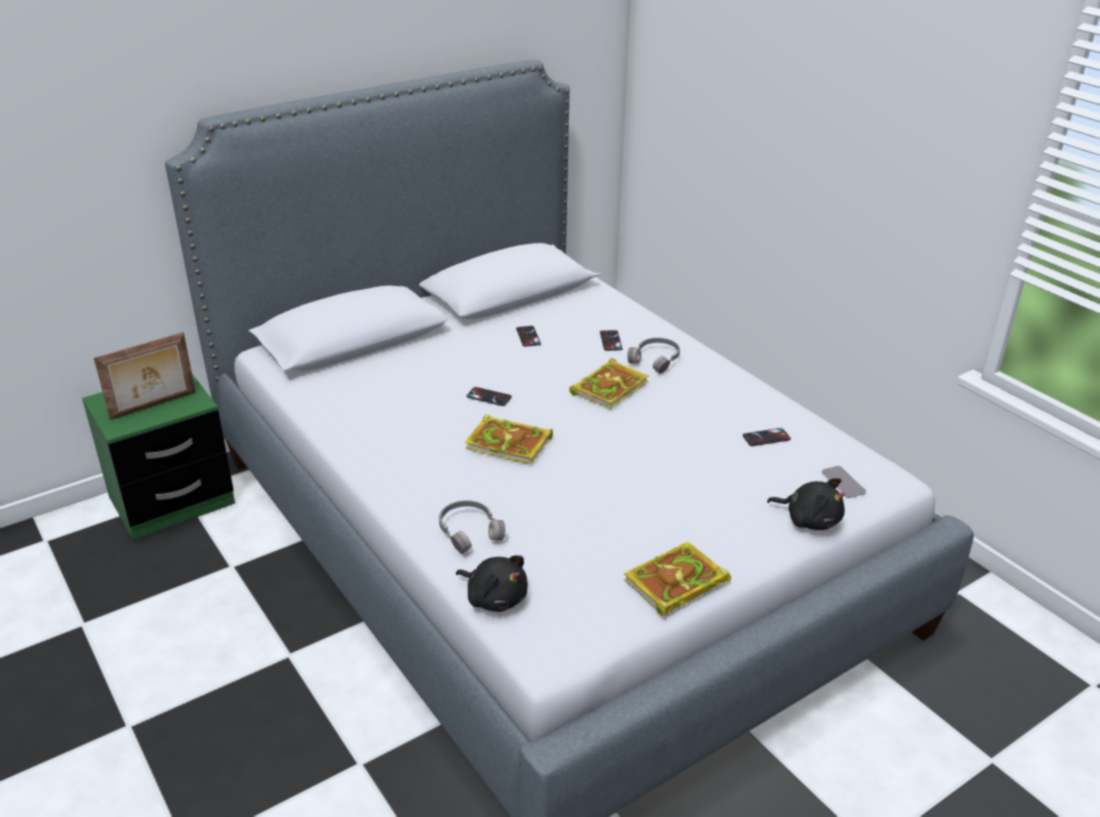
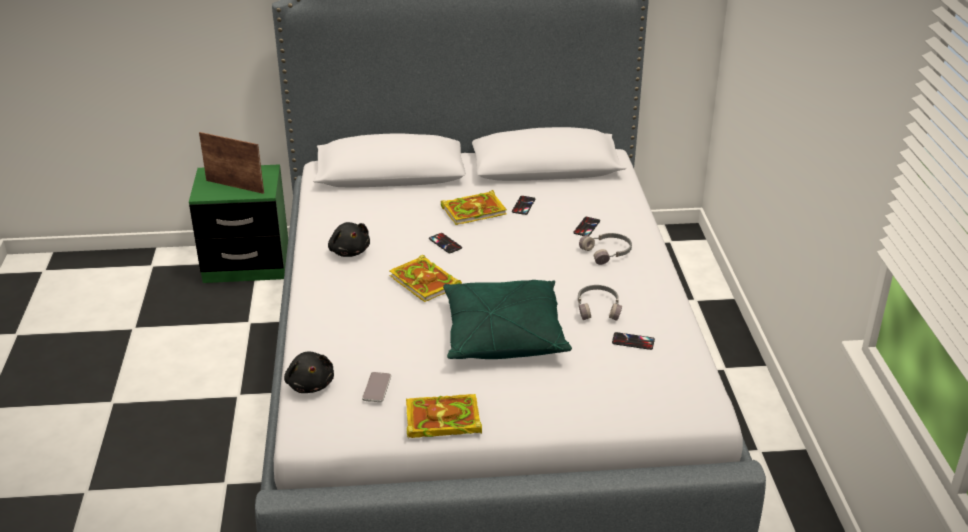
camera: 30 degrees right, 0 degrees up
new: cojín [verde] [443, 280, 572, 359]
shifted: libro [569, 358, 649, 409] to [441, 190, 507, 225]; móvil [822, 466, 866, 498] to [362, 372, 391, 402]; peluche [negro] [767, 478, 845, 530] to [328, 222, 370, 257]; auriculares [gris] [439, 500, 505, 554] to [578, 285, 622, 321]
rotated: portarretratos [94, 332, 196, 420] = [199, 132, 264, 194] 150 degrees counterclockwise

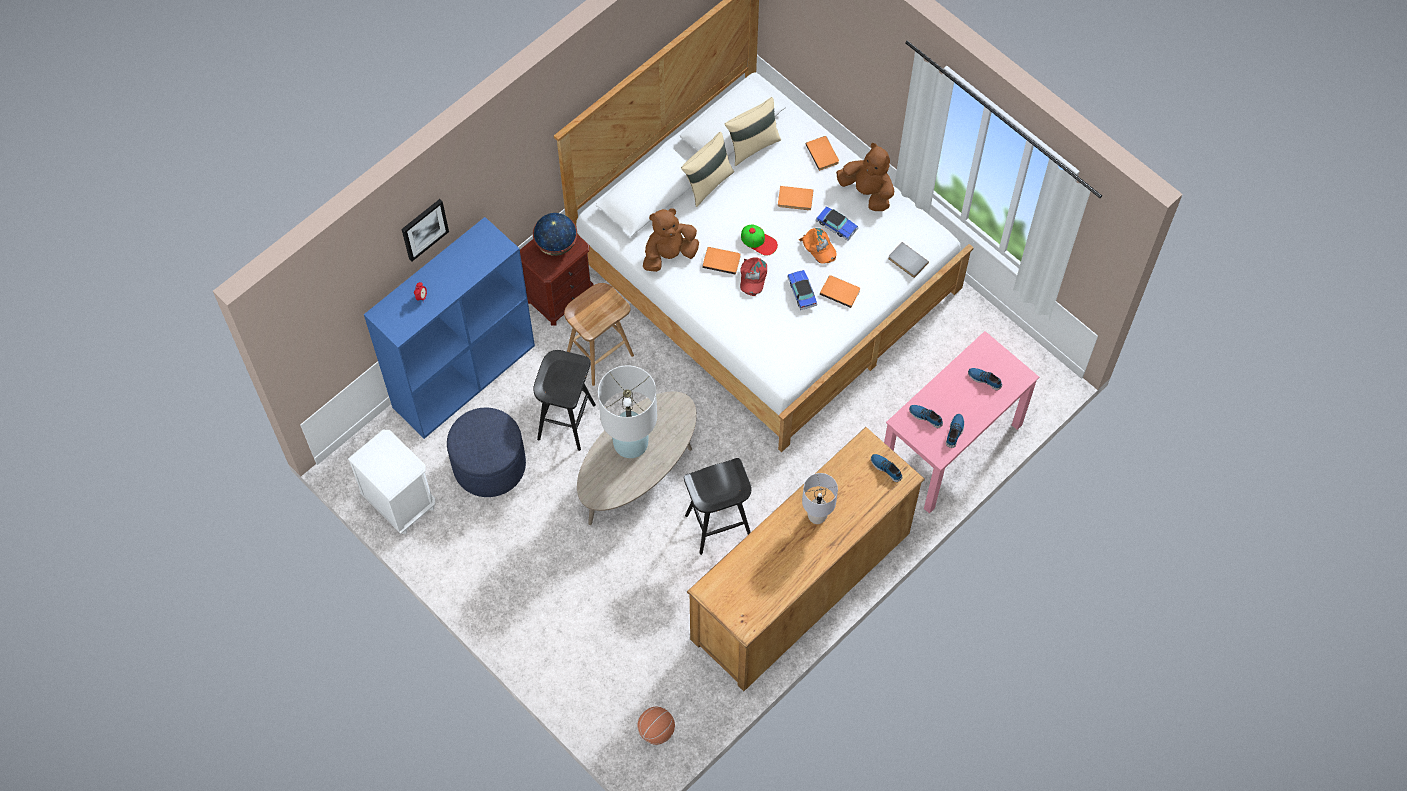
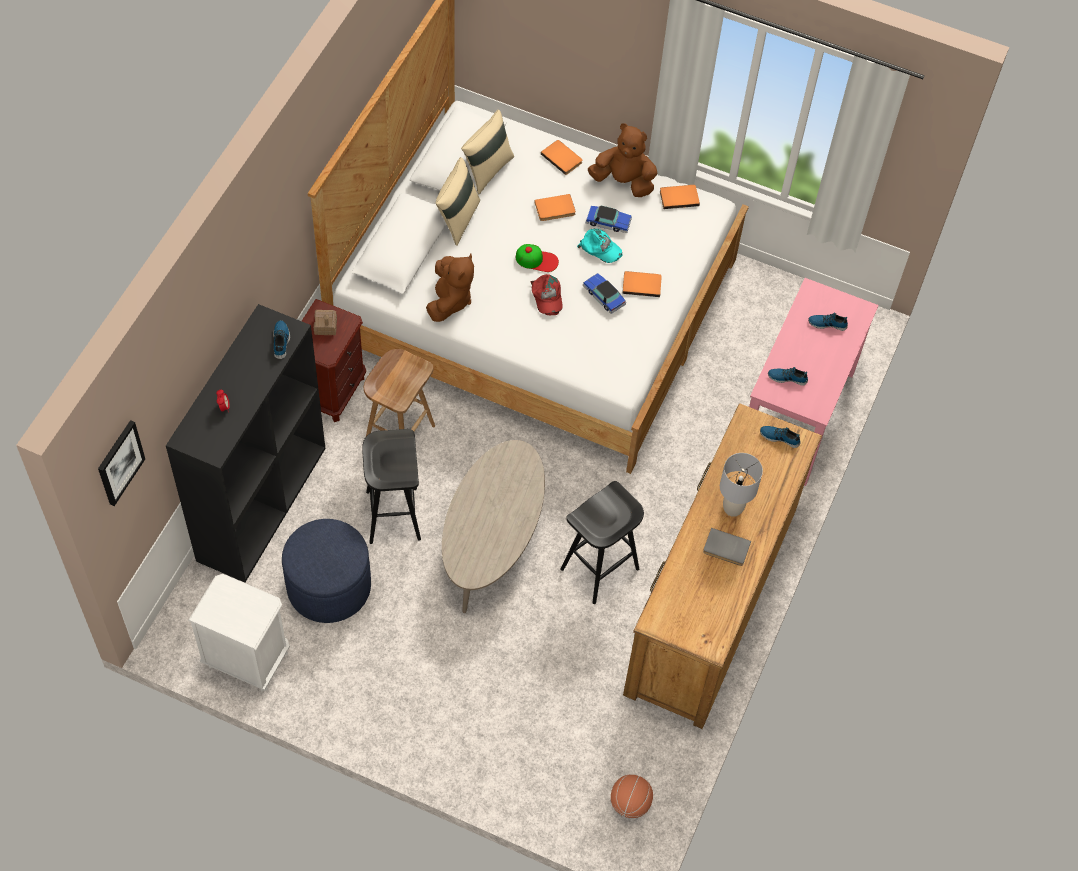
camera: 25 degrees left, 5 degrees down
gone: lámpara de mesa [blanco] [598, 365, 657, 458]
shifted: cuadro [402, 199, 449, 261] to [98, 420, 145, 506]; libro [gris] [888, 242, 929, 278] to [703, 528, 751, 566]; libro [naranja] [702, 247, 741, 275] to [660, 185, 700, 209]; zapato [946, 414, 964, 448] to [273, 320, 290, 359]
swapped: globo terráqueo [533, 213, 577, 256] to casita [314, 310, 337, 335]
repainted: estantería [azul] [364, 217, 535, 439] to estantería [negro] [166, 304, 326, 582]; gorra [naranja] [799, 228, 837, 263] to gorra [turquesa] [577, 228, 622, 263]
rotated: peluche [marrón] [643, 208, 699, 272] = [426, 254, 474, 322] 150 degrees clockwise

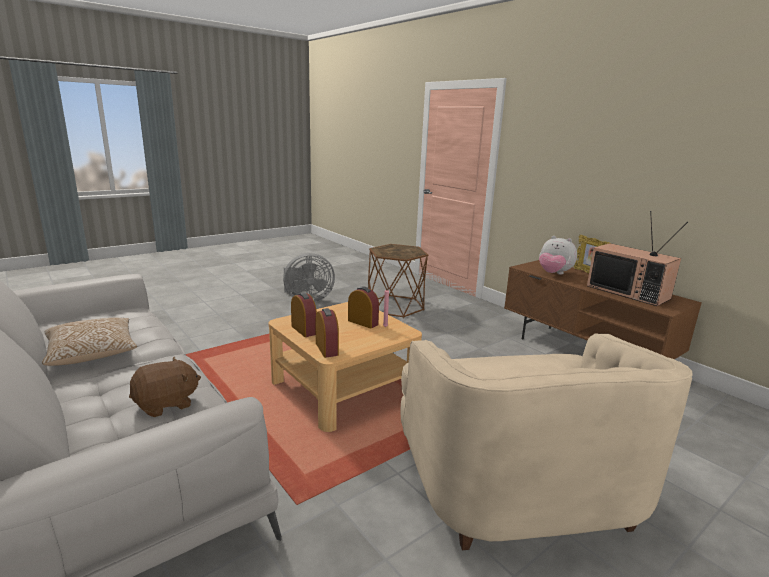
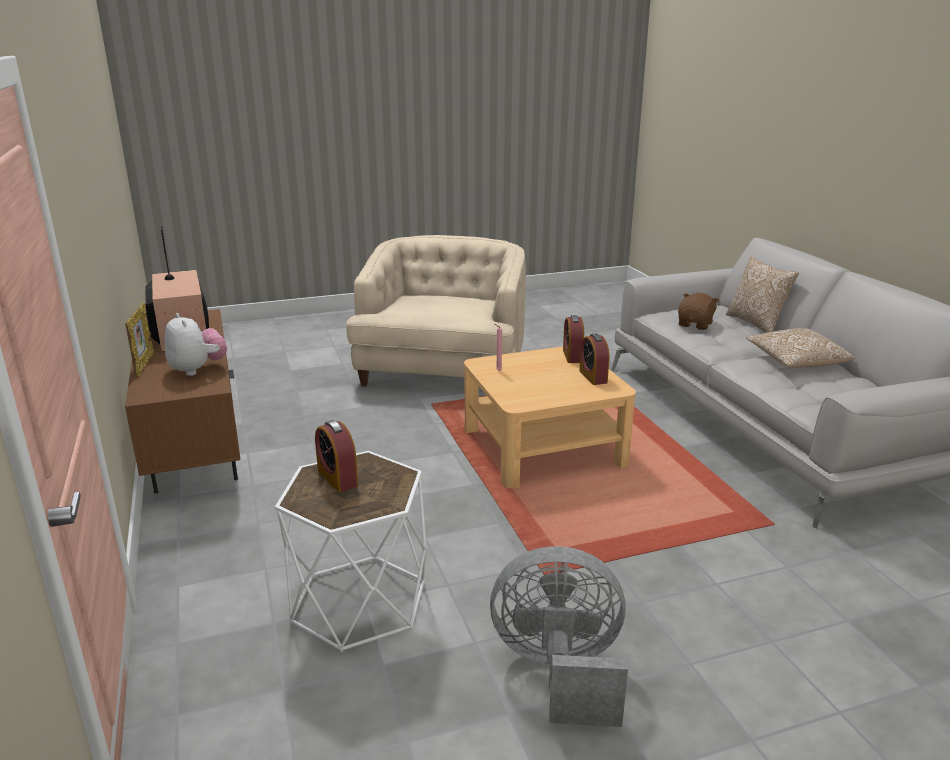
camera: 160 degrees left, 5 degrees up
new: cojín [726, 256, 799, 333]
shifted: despertador [348, 286, 379, 329] to [315, 420, 358, 492]
repainted: mesa auxiliar [marrón] [368, 244, 428, 318] to mesa auxiliar [blanco] [275, 451, 427, 652]
rotated: peluche [marrón] [129, 357, 201, 417] = [678, 293, 719, 330] 135 degrees clockwise

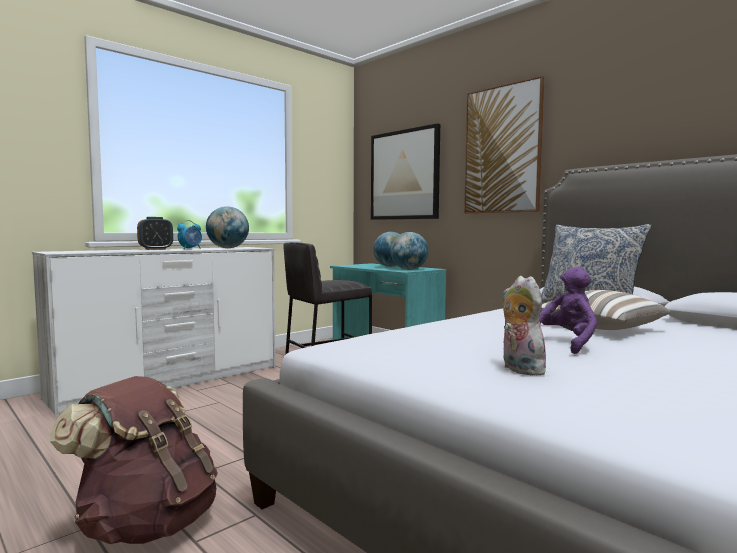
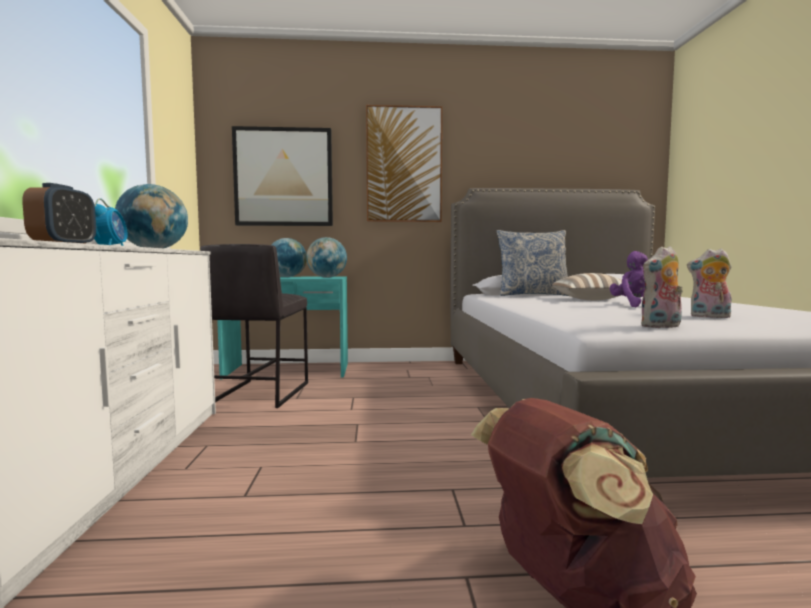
camera: 50 degrees left, 0 degrees up
new: peluche [641, 246, 683, 328]

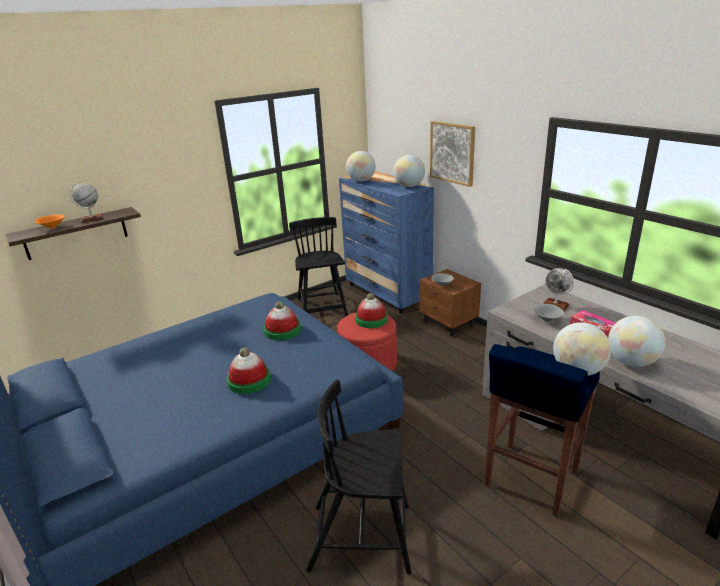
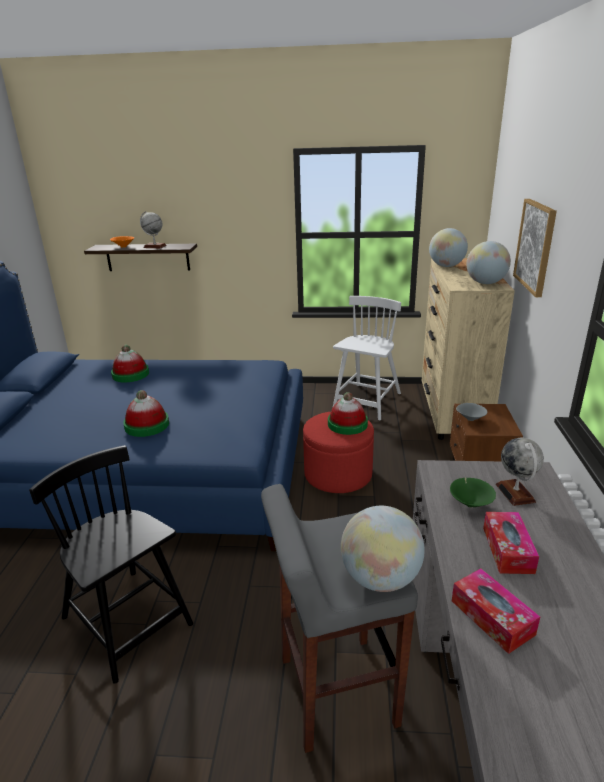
camera: 40 degrees right, 0 degrees up
shifted: sombrero [264, 301, 301, 340] to [111, 345, 149, 382]
swapped: globo terráqueo [608, 316, 665, 367] to caja de pañuelos [452, 568, 540, 654]
repainted: cómoda [azul] [339, 171, 434, 313] to cómoda [beis] [422, 258, 515, 440]; silla [negro] [289, 217, 348, 316] to silla [blanco] [333, 296, 401, 420]; cuenco [gris] [533, 304, 564, 322] to cuenco [verde] [450, 478, 496, 508]; taburete [azul] [484, 344, 600, 517] to taburete [gris] [261, 484, 418, 753]

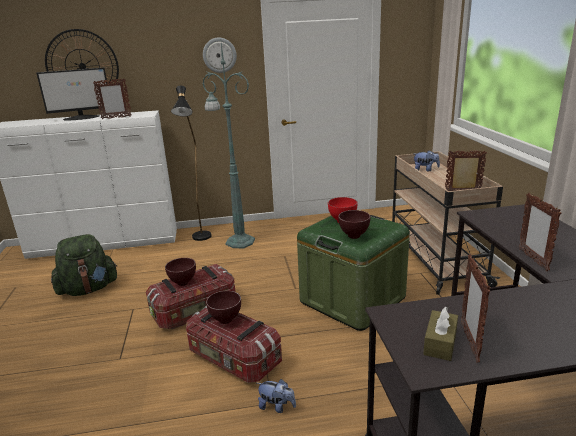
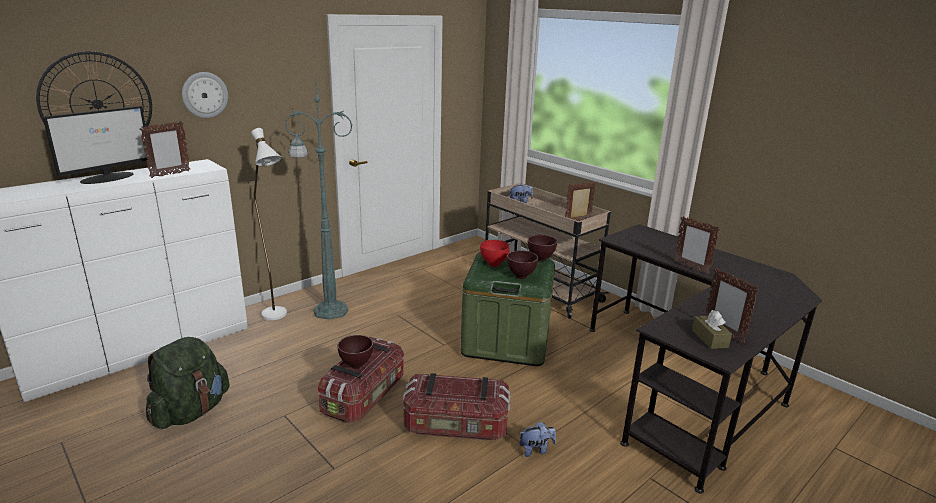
camera: 35 degrees left, 0 degrees up
shifted: reloj de pared [203, 38, 237, 73] to [182, 72, 228, 118]; cuenco [marrón] [206, 291, 241, 324] to [528, 235, 557, 261]
repainted: lámpara de pie [negro] [171, 86, 212, 241] to lámpara de pie [blanco] [251, 128, 287, 320]

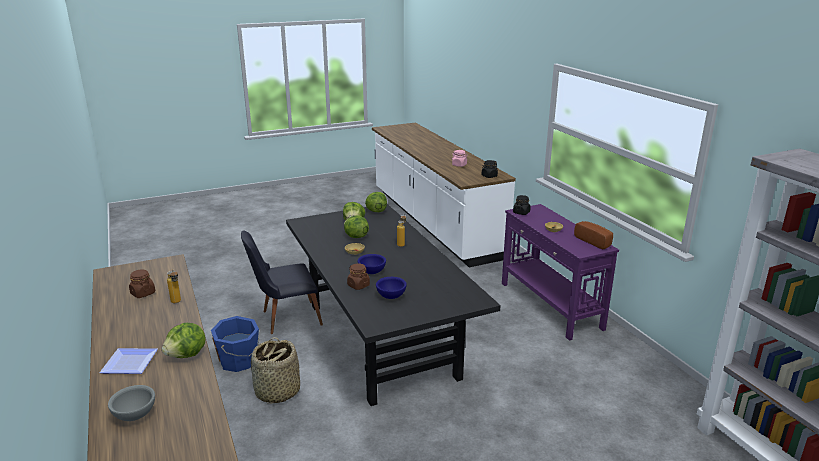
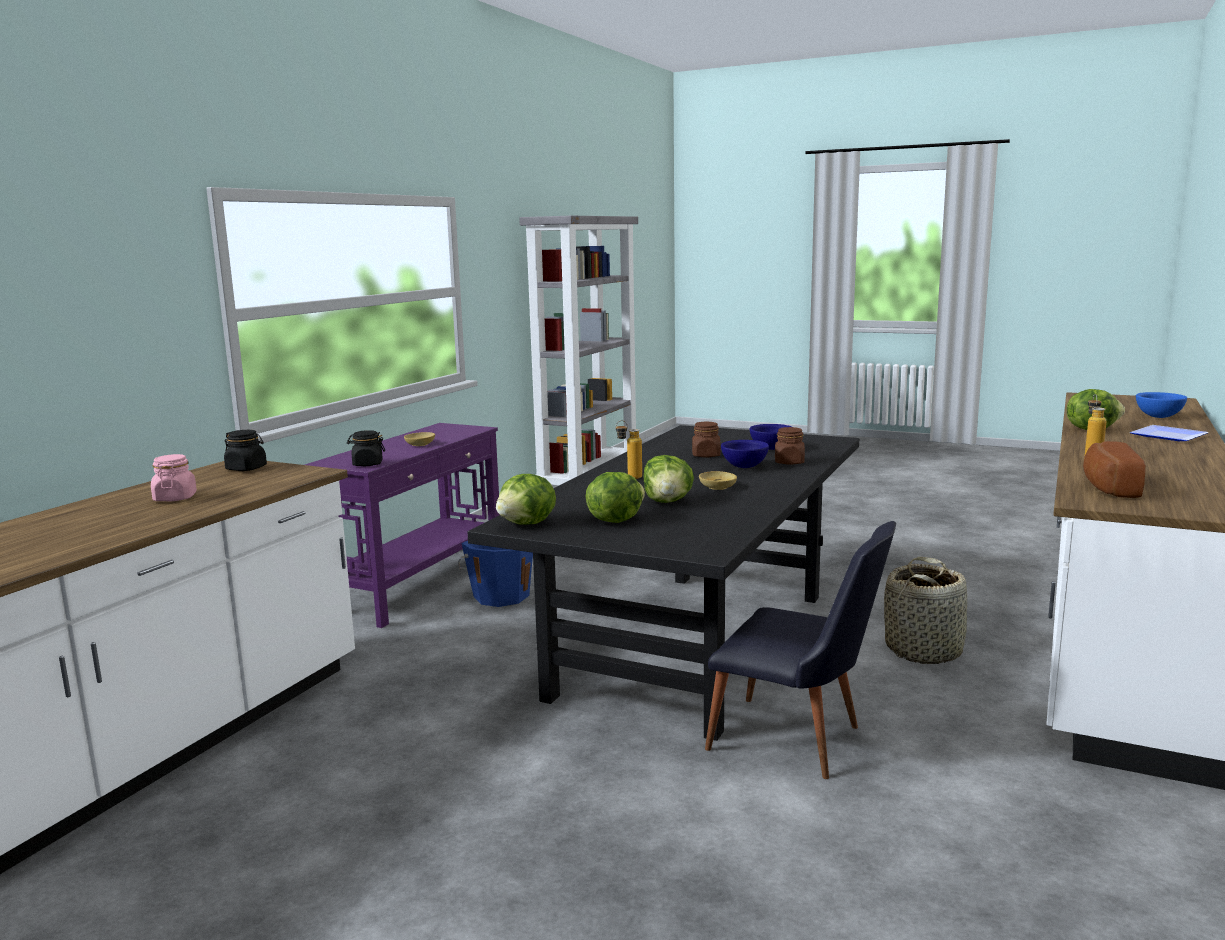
camera: 130 degrees left, 10 degrees down
shifted: pan [574, 221, 613, 249] to [1083, 441, 1146, 498]; tarro [marrón] [129, 270, 155, 298] to [692, 422, 721, 458]; cubo [azul] [211, 316, 259, 372] to [458, 541, 533, 607]
repainted: cuenco [gris] [108, 385, 155, 421] to cuenco [azul] [1136, 392, 1187, 418]

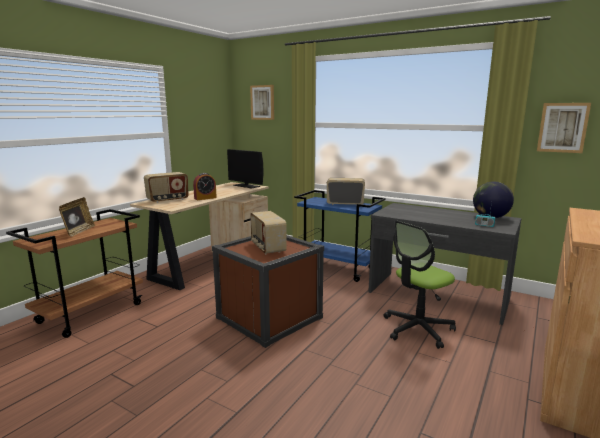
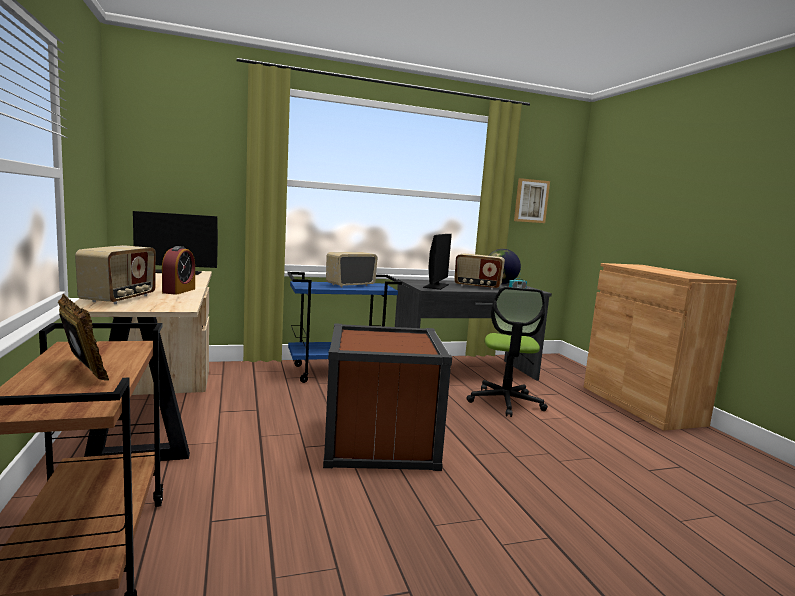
camera: 50 degrees left, 5 degrees down
gone: cuadro [250, 85, 274, 120]
new: monitor [423, 234, 452, 290]
shifted: radio [250, 211, 287, 255] to [454, 253, 505, 290]

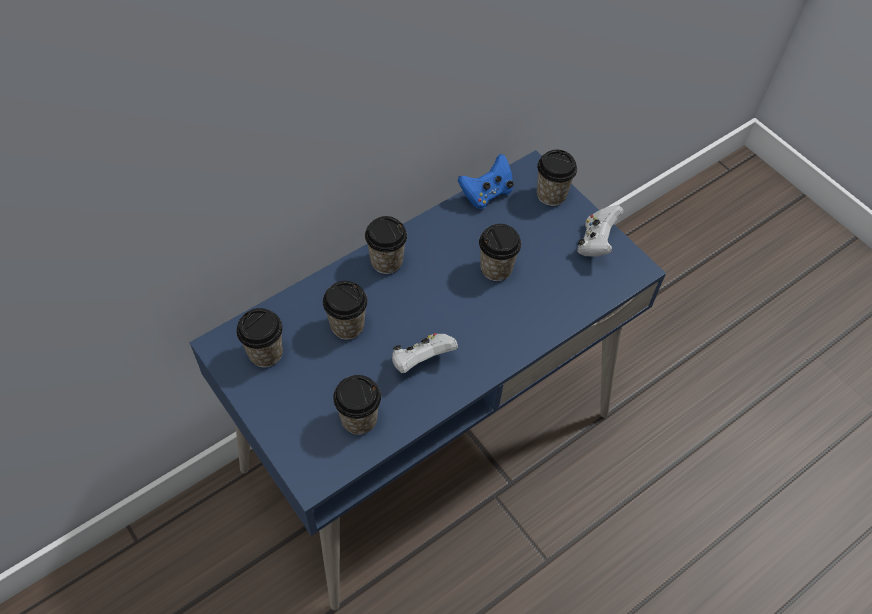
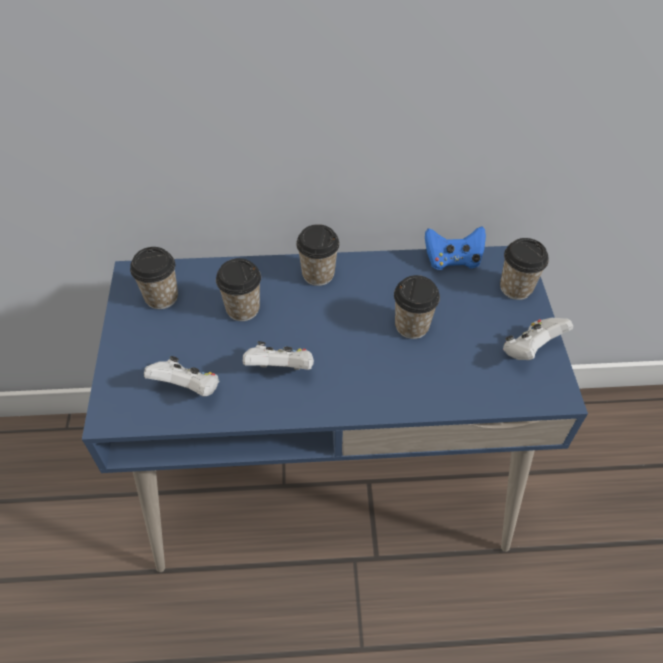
camera: 35 degrees right, 5 degrees down
swapped: taza [333, 375, 381, 435] to mando de consola [blanco] [144, 356, 219, 396]

